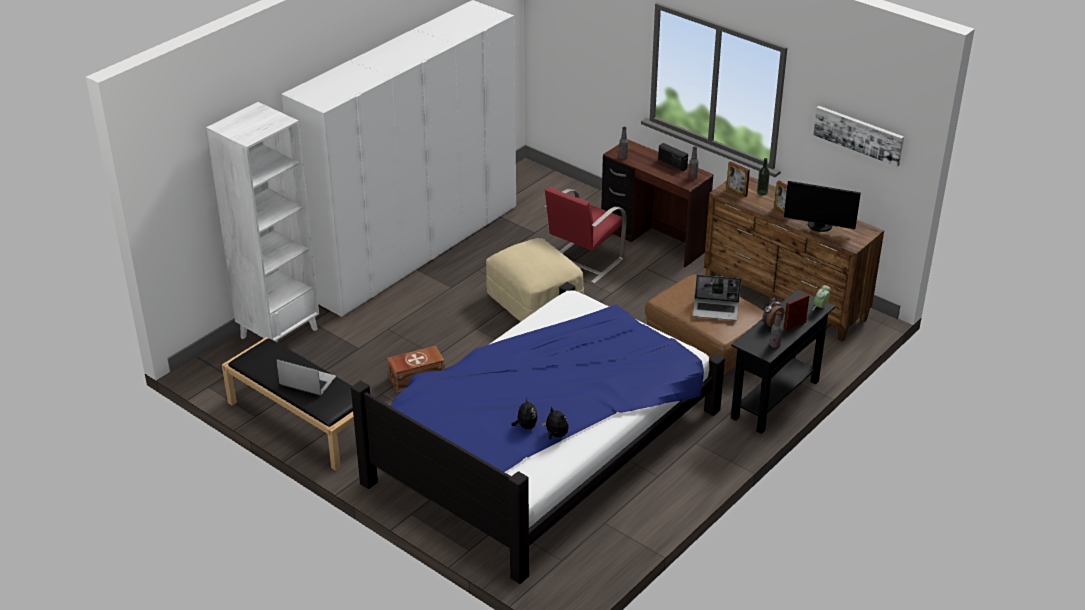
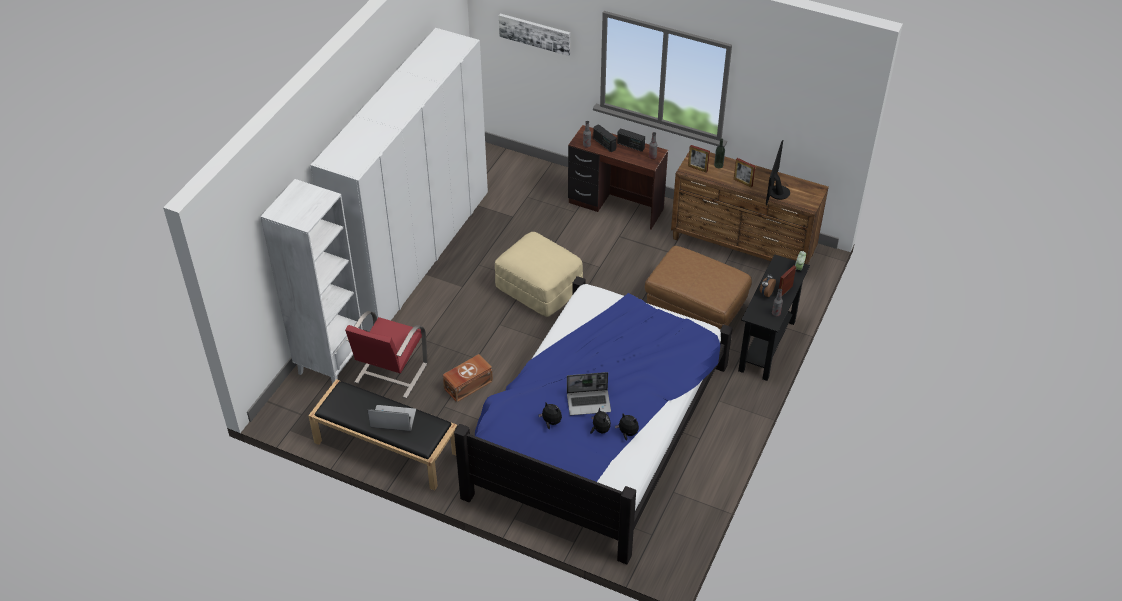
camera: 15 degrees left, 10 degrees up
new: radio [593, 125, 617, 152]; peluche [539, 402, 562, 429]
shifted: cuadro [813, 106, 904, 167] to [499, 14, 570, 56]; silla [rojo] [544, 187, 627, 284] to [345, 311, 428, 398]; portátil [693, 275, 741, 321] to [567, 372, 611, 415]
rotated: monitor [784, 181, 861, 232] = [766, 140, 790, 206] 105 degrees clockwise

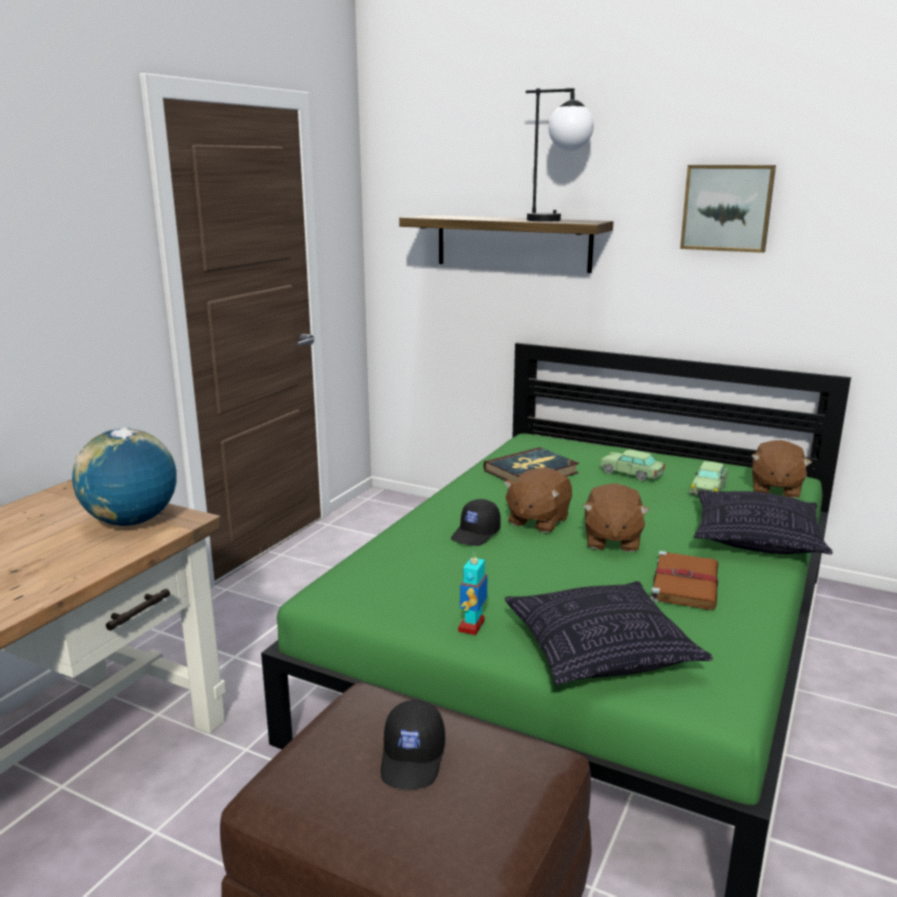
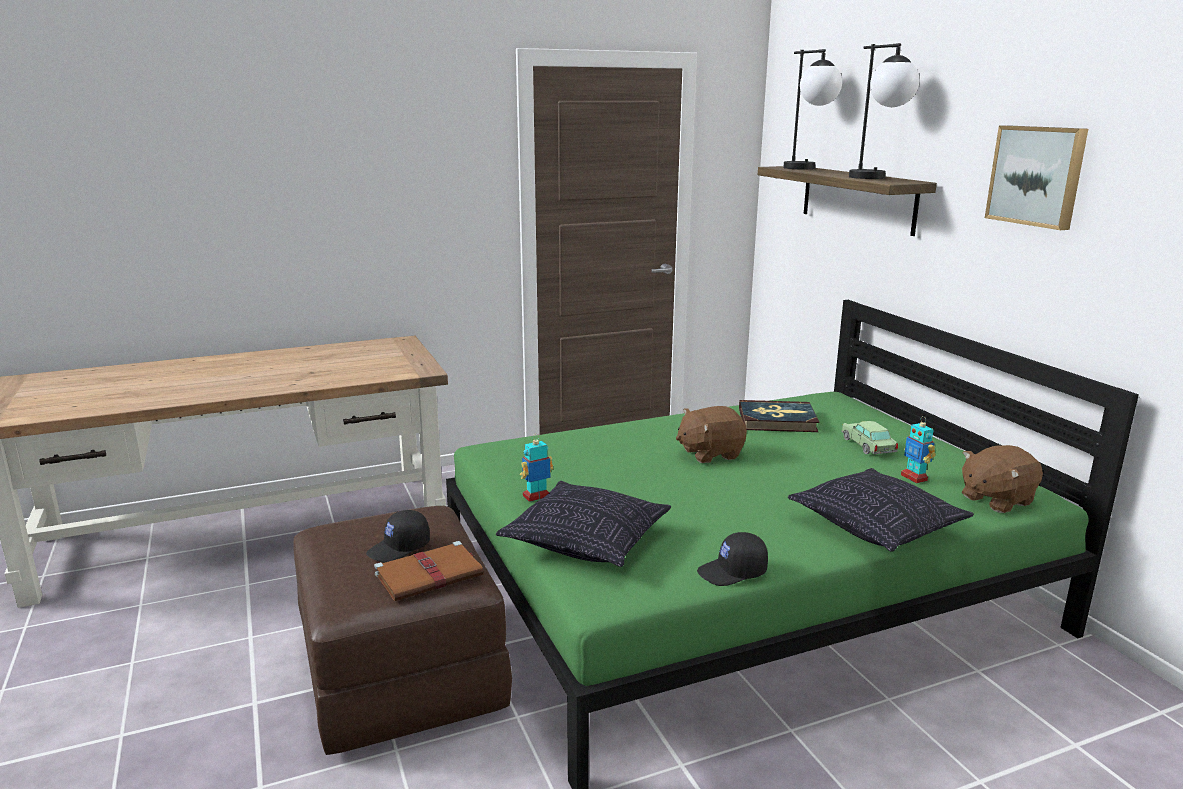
camera: 40 degrees right, 0 degrees up
gone: globo terráqueo [72, 428, 177, 526]; peluche [marrón] [583, 483, 650, 552]
new: lámpara de mesa [783, 49, 842, 169]
shifted: gorra [negro] [451, 499, 501, 546] to [697, 532, 768, 586]; libro [marrón] [651, 551, 718, 610] to [374, 541, 484, 601]
swapped: coche de juguete [690, 461, 728, 495] to robot de juguete [901, 416, 936, 483]

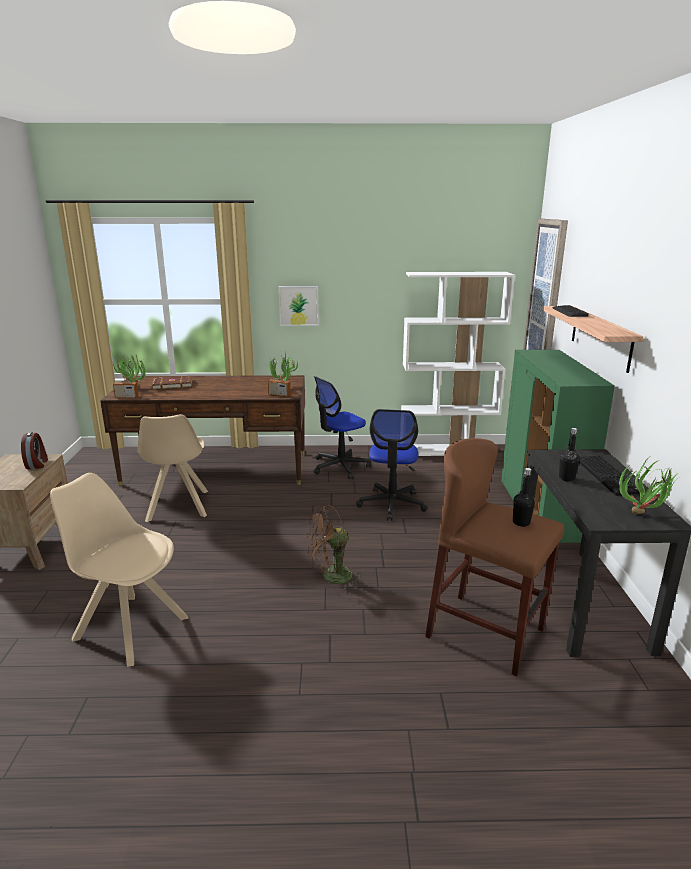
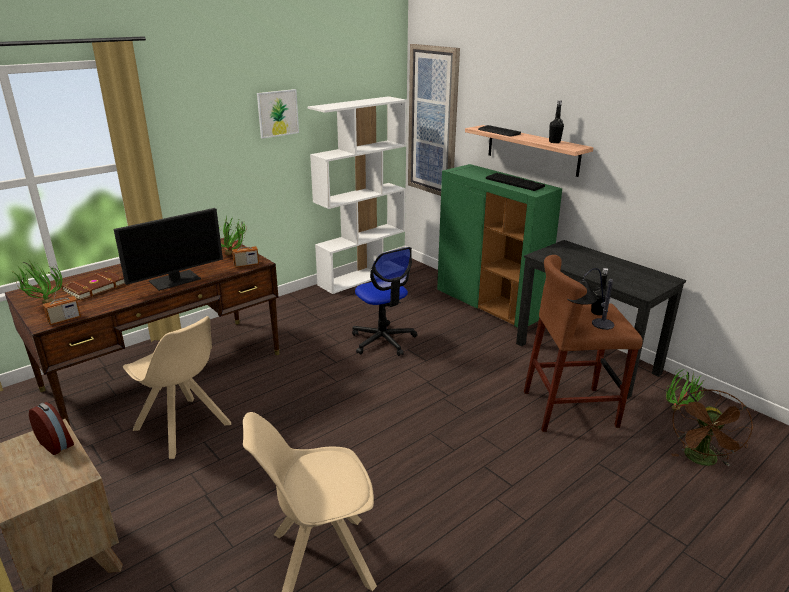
camera: 40 degrees left, 5 degrees up
gone: silla de oficina [314, 376, 371, 479]
new: monitor [114, 208, 223, 291]; lámpara de mesa [567, 268, 614, 330]
shifted: cuadro [278, 286, 319, 326] to [257, 89, 299, 139]; botella [negro] [559, 428, 580, 481] to [549, 100, 564, 143]; teclado [579, 456, 640, 496] to [486, 173, 545, 191]; planta en maceta [619, 460, 678, 514] to [666, 369, 707, 410]; ventilador [marrón] [305, 505, 362, 590] to [671, 389, 753, 466]

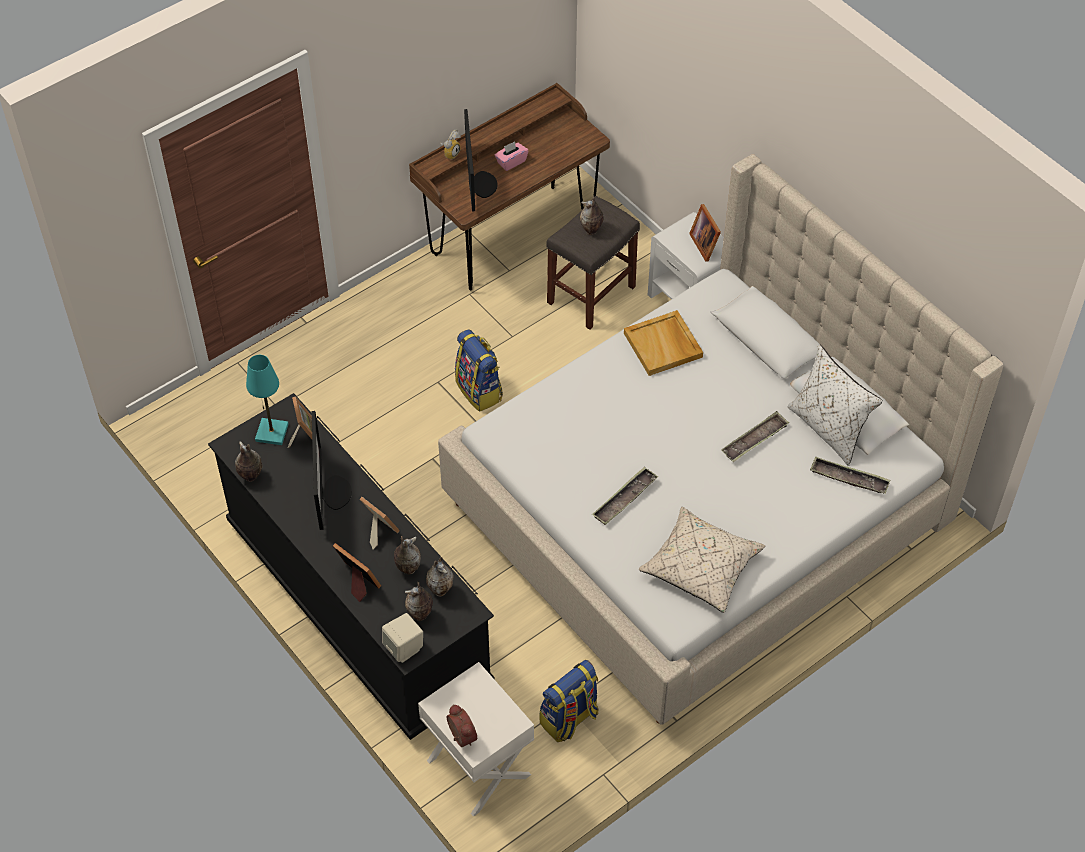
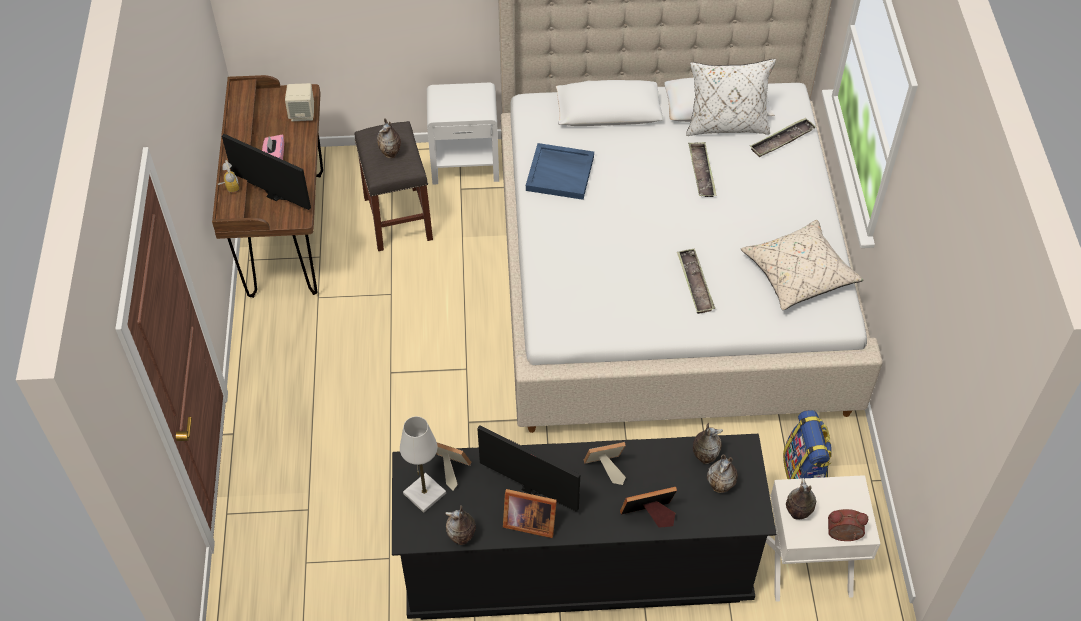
camera: 55 degrees left, 0 degrees up
gone: mochila [455, 329, 503, 412]
shifted: portarretratos [689, 204, 721, 262] to [503, 489, 557, 538]; florero [394, 536, 421, 574] to [786, 478, 816, 520]; altavoz [beis] [382, 613, 423, 663] to [285, 83, 314, 121]
repainted: bandeja [beis] [624, 310, 703, 376] to bandeja [azul] [526, 143, 594, 200]; lámpara de mesa [turquesa] [246, 355, 289, 445] to lámpara de mesa [blanco] [400, 416, 446, 513]

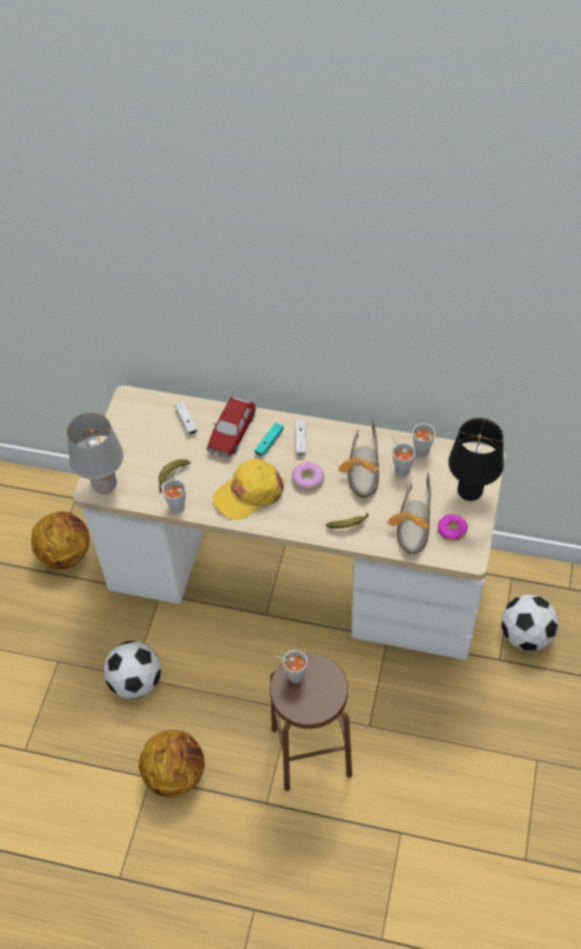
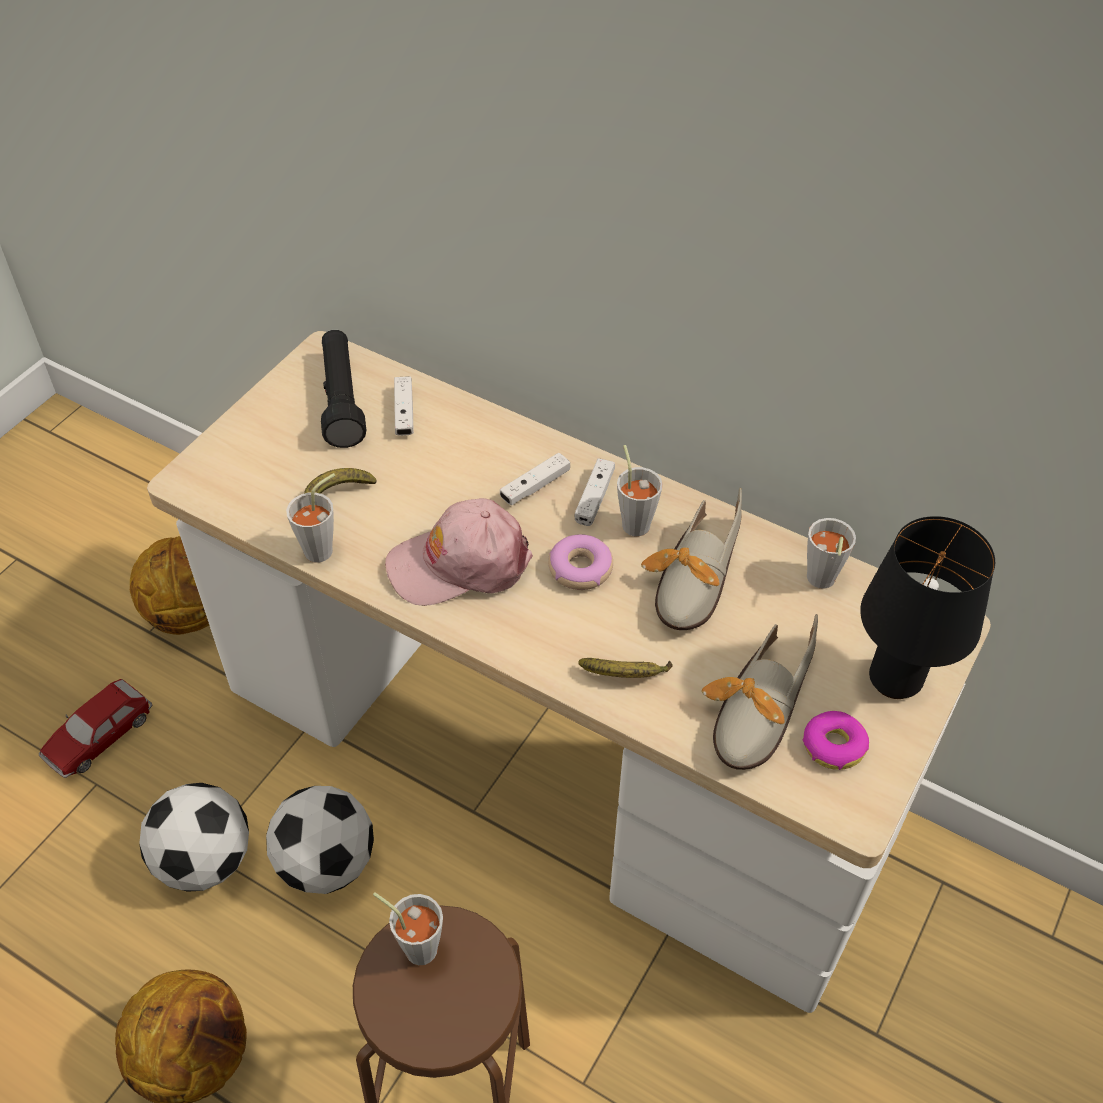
camera: 15 degrees right, 5 degrees down
gone: lámpara de mesa [gris] [67, 412, 124, 494]
new: linterna [negro] [321, 330, 366, 448]
shifted: coche de juguete [206, 396, 257, 457] to [39, 679, 153, 778]; taza [gris] [390, 434, 416, 477] to [617, 445, 663, 536]; balón de fútbol [501, 594, 559, 651] to [266, 786, 374, 894]
repainted: mando de consola [turquesa] [255, 422, 284, 456] to mando de consola [blanco] [500, 453, 570, 505]; gorra [amarillo] [213, 458, 285, 520] to gorra [rosa] [385, 498, 533, 606]

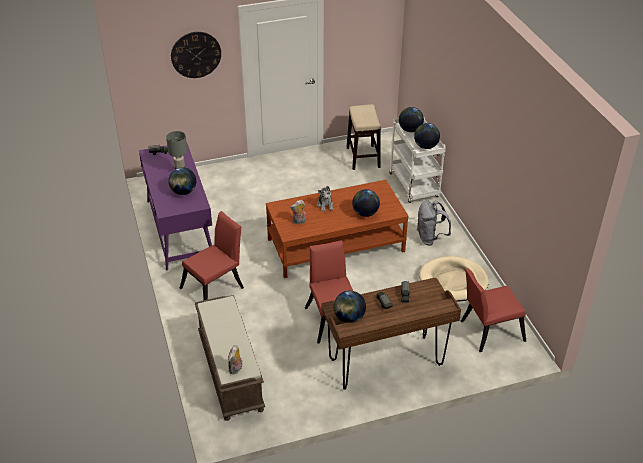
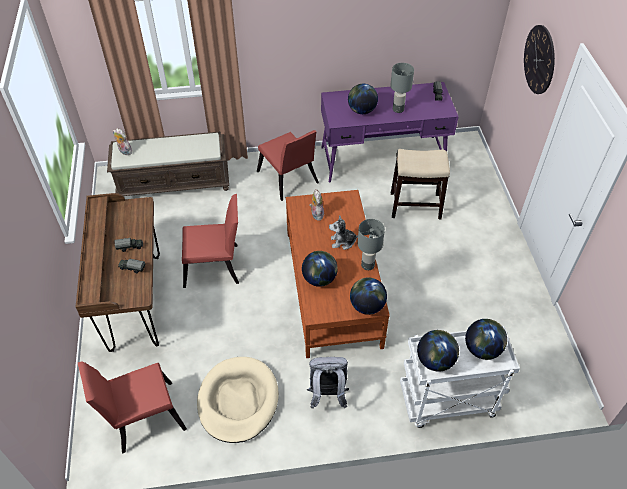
camera: 100 degrees right, 10 degrees up
new: lámpara de mesa [gris] [358, 219, 385, 270]
shifted: taburete [347, 104, 381, 170] to [391, 149, 450, 219]; globo terráqueo [334, 291, 366, 323] to [350, 277, 387, 315]
rotated: silla [rojo] [461, 269, 526, 352] = [78, 362, 187, 454] 105 degrees counterclockwise

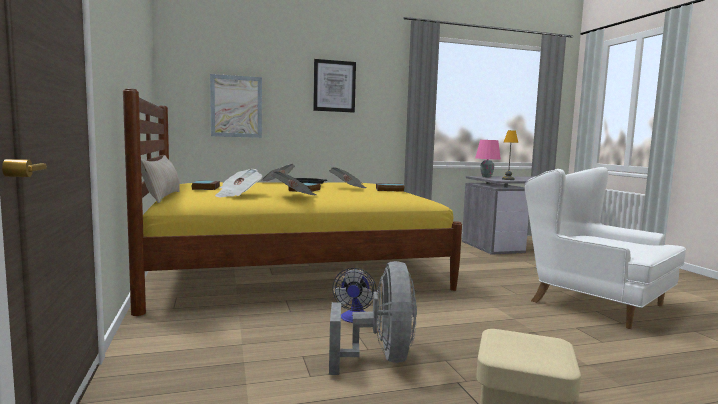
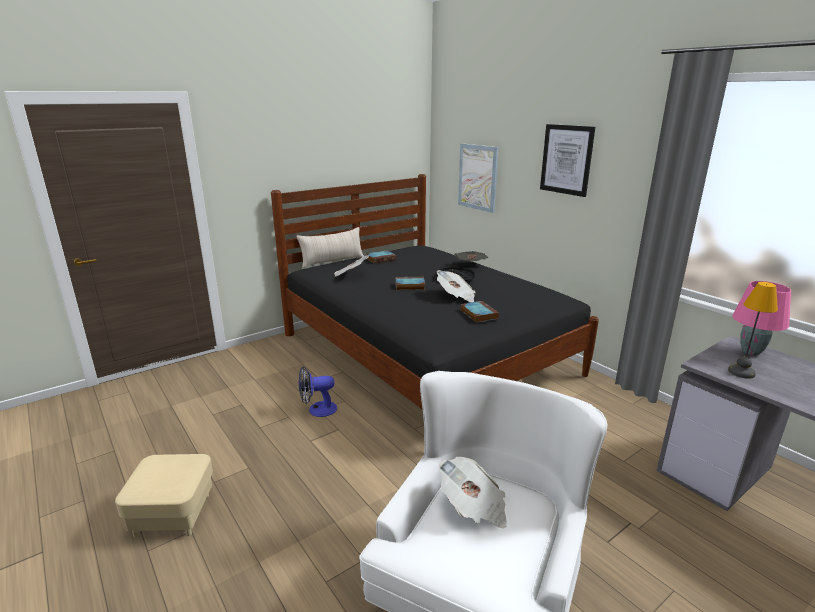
camera: 70 degrees right, 15 degrees up
gone: ventilador [gris] [329, 261, 417, 375]
shifted: periódico [271, 171, 317, 195] to [439, 457, 507, 528]
repainted: cama [amarillo] [123, 88, 462, 316] to cama [negro] [271, 174, 599, 410]

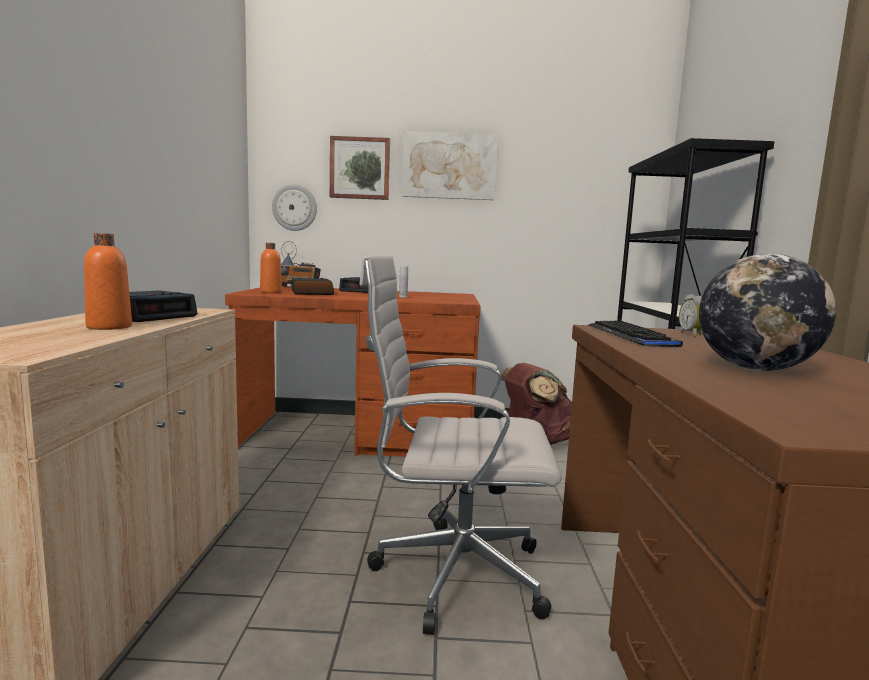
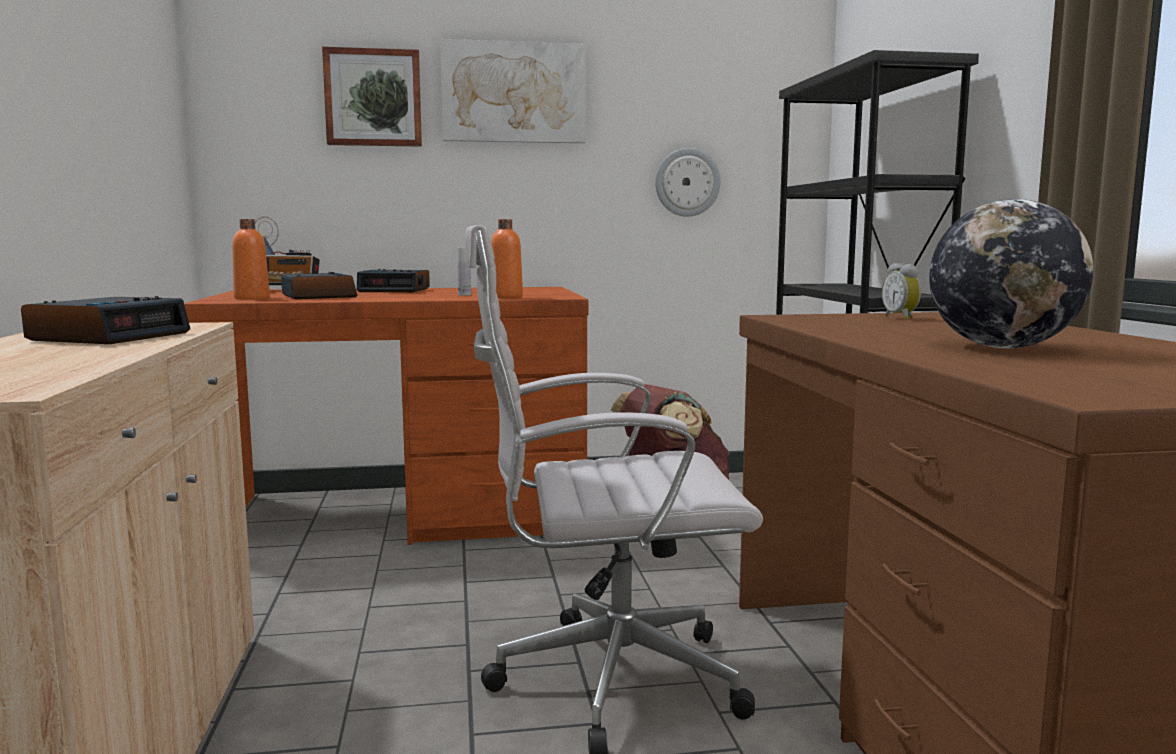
camera: 10 degrees left, 0 degrees up
gone: teclado [588, 321, 683, 347]
shifted: reloj de pared [272, 184, 317, 231] to [655, 148, 720, 217]; botella [naranja] [84, 233, 132, 330] to [491, 219, 523, 298]

